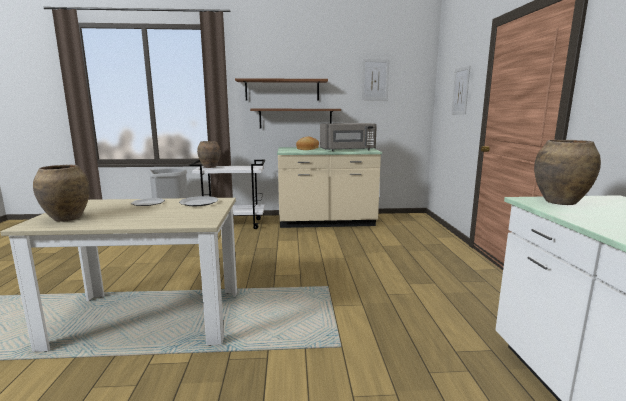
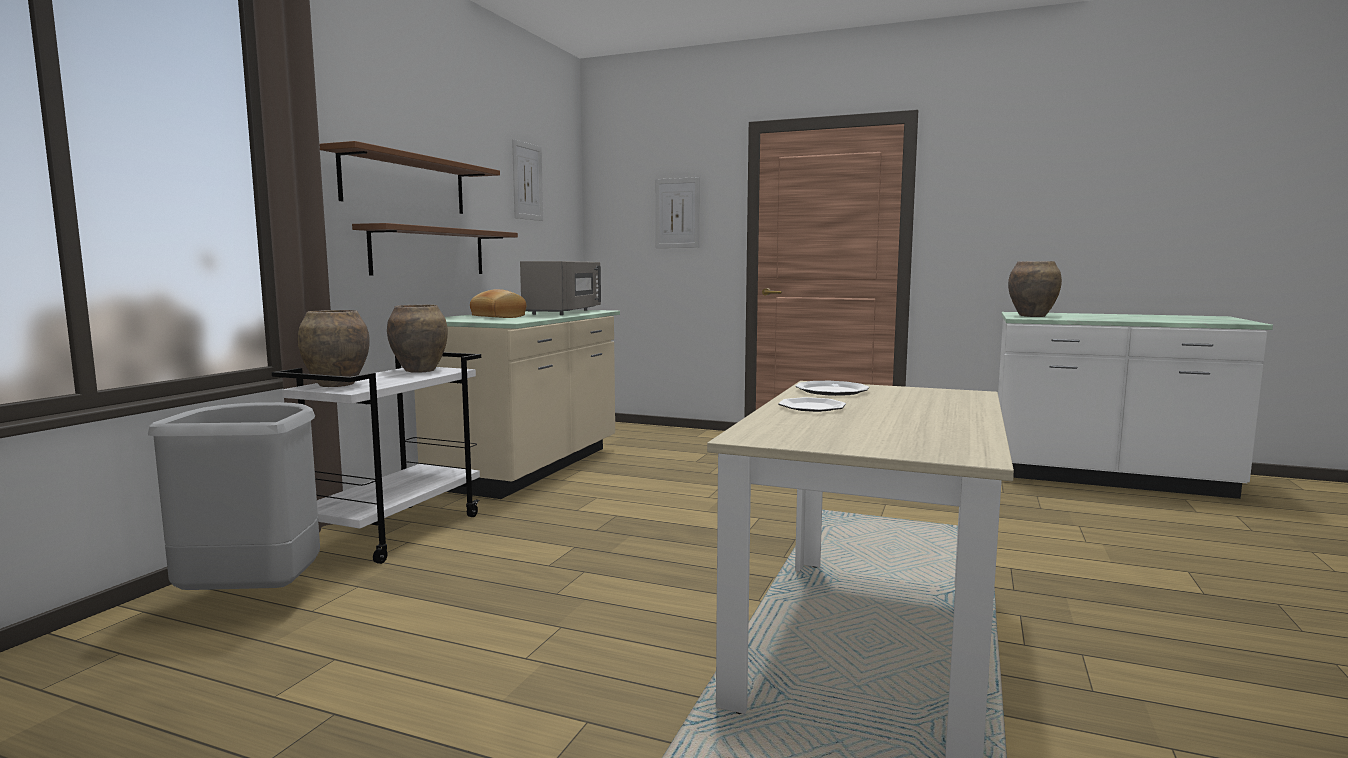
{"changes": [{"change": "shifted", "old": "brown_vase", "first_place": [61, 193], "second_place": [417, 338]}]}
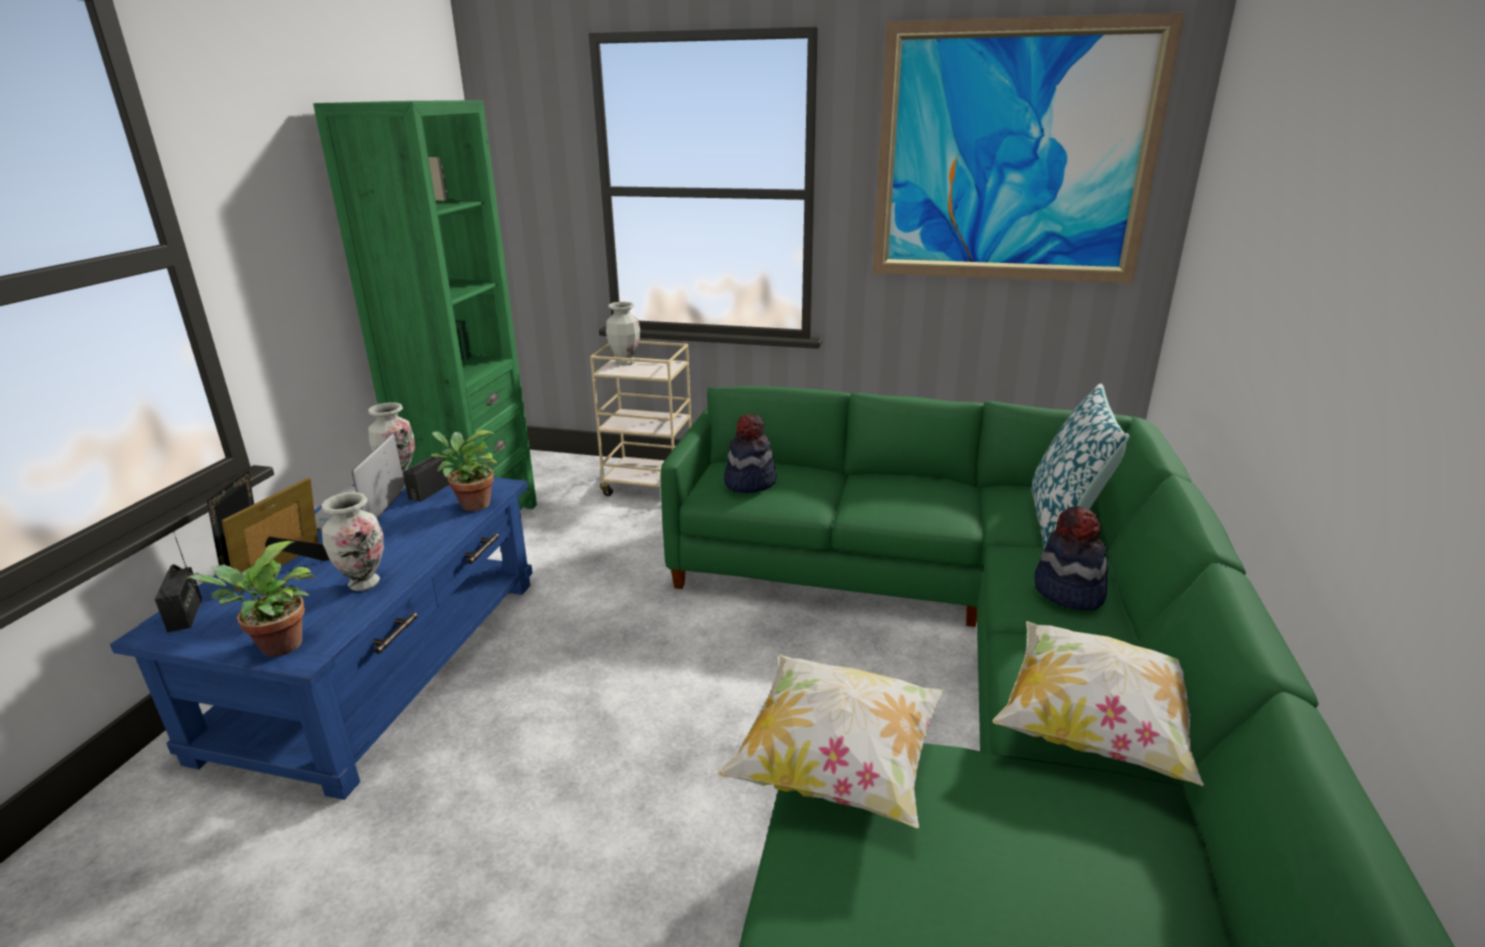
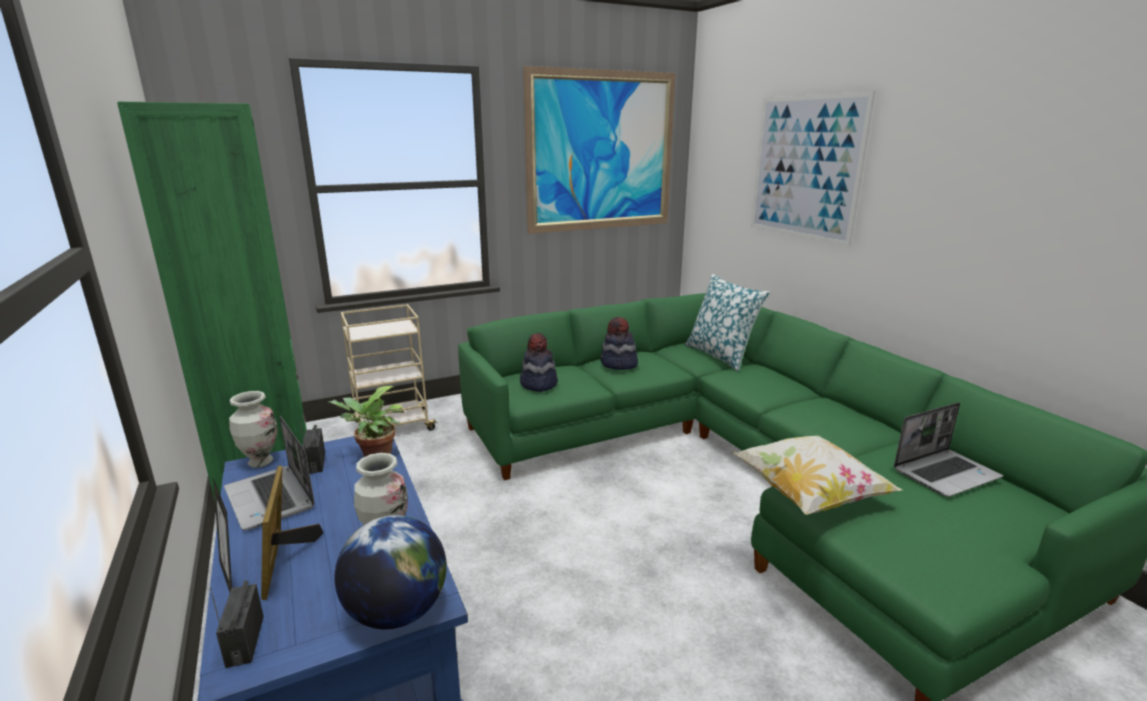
{"changes": [{"change": "gone", "old": "vase", "first_place": [623, 333]}, {"change": "gone", "old": "pillow", "first_place": [1098, 703]}, {"change": "new", "new": "picture", "second_place": [813, 169]}, {"change": "new", "new": "laptop", "second_place": [948, 449]}, {"change": "shifted", "old": "hat", "first_place": [1071, 558], "second_place": [619, 343]}, {"change": "swapped", "old": "potted_plant", "new": "globe", "first_place": [250, 599], "second_place": [391, 572]}, {"change": "rotated", "old": "radio", "first_place": [178, 581], "second_place": [237, 624], "degrees": -135}]}
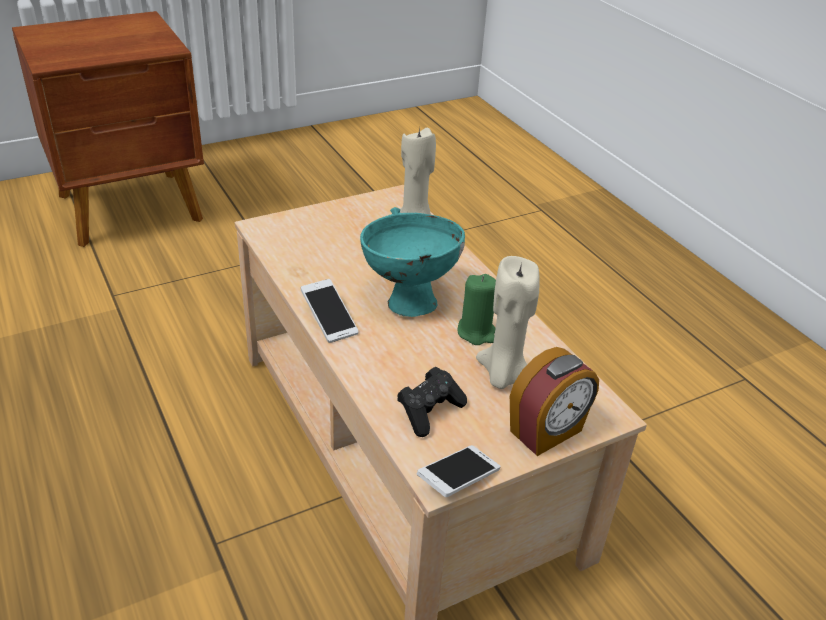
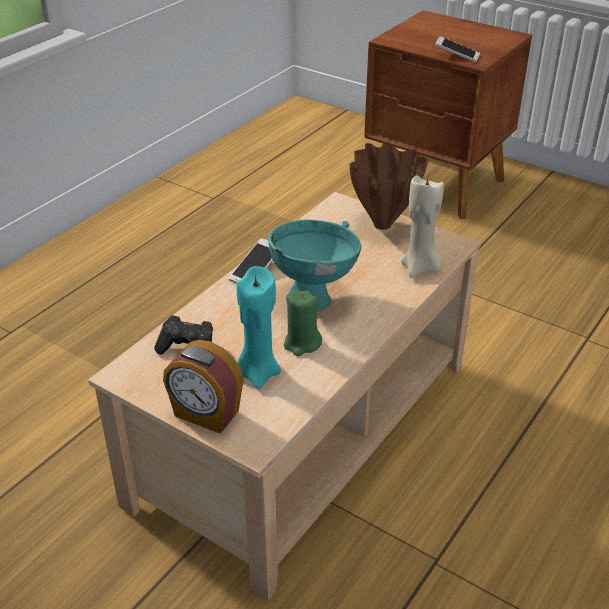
{"changes": [{"change": "new", "new": "brown_vase", "second_place": [388, 186]}, {"change": "shifted", "old": "phone", "first_place": [459, 471], "second_place": [457, 49]}, {"change": "repainted", "old": "beige_candle", "new": "turquoise_candle", "first_place": [508, 322], "second_place": [258, 327]}]}
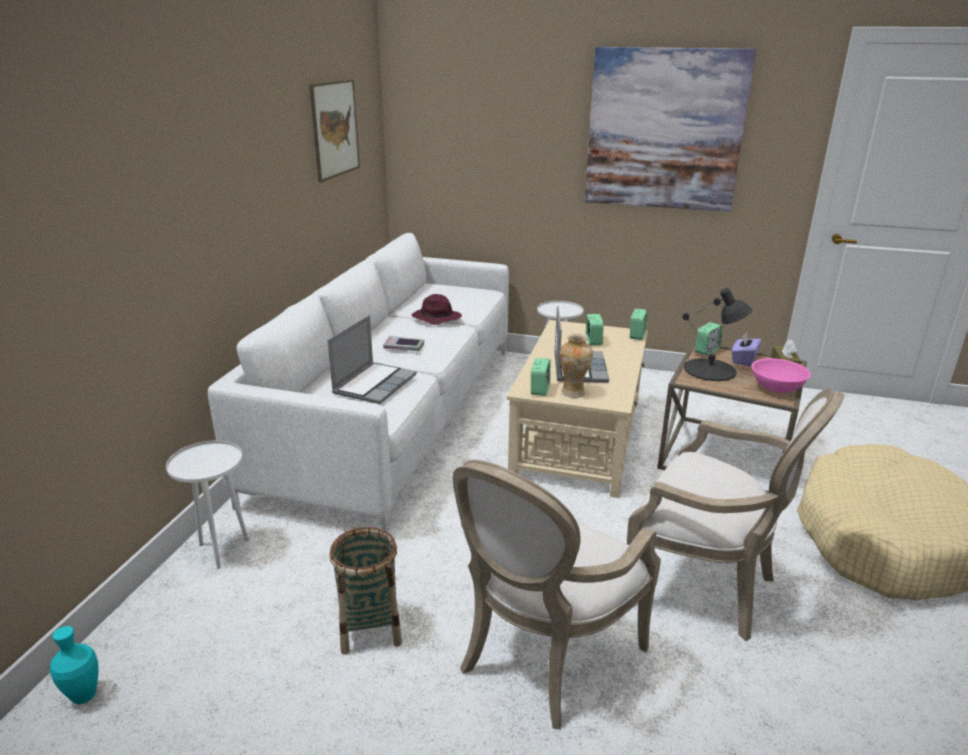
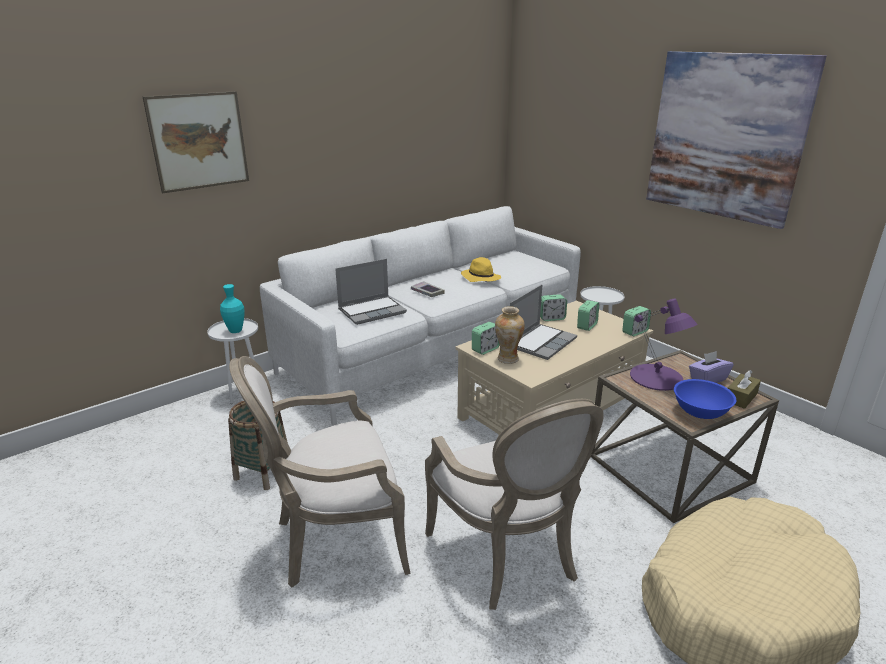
{"changes": [{"change": "shifted", "old": "turquoise_vase", "first_place": [74, 665], "second_place": [232, 308]}, {"change": "shifted", "old": "picture", "first_place": [334, 130], "second_place": [195, 142]}, {"change": "shifted", "old": "alarm_clock", "first_place": [709, 339], "second_place": [553, 307]}, {"change": "repainted", "old": "purple_hat", "new": "yellow_hat", "first_place": [437, 309], "second_place": [481, 269]}, {"change": "repainted", "old": "black_table_lamp", "new": "purple_table_lamp", "first_place": [717, 334], "second_place": [664, 344]}, {"change": "repainted", "old": "pink_bowl", "new": "blue_bowl", "first_place": [781, 375], "second_place": [705, 399]}]}
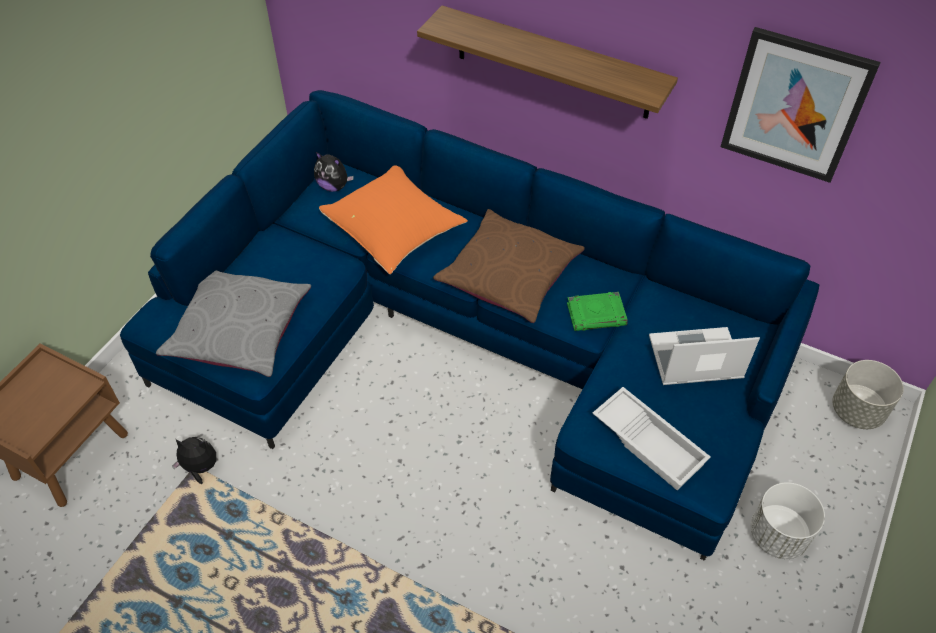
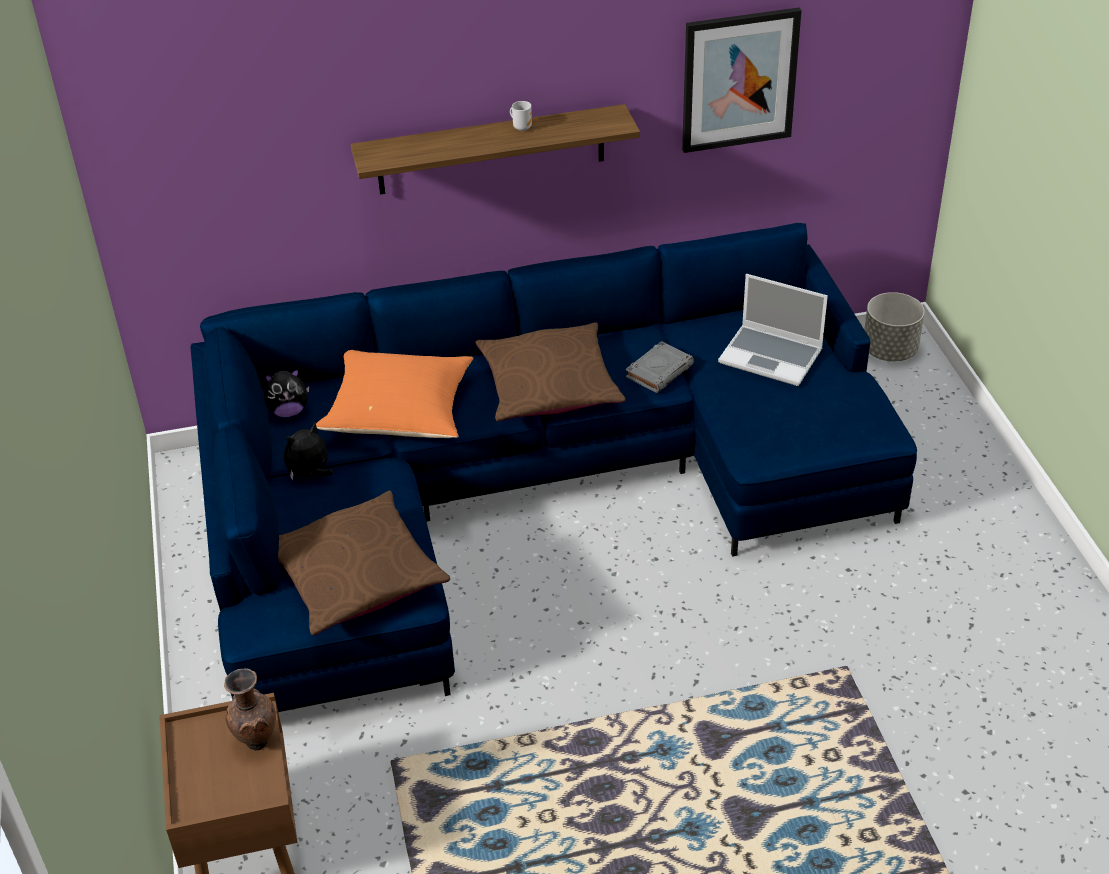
{"changes": [{"change": "gone", "old": "white_tray", "first_place": [651, 438]}, {"change": "gone", "old": "white_planter", "first_place": [788, 520]}, {"change": "new", "new": "brown_vase", "second_place": [250, 710]}, {"change": "new", "new": "mug", "second_place": [521, 116]}, {"change": "shifted", "old": "plush_toy", "first_place": [194, 460], "second_place": [308, 451]}, {"change": "repainted", "old": "grey_pillow", "new": "brown_pillow", "first_place": [233, 323], "second_place": [364, 563]}, {"change": "repainted", "old": "green_book", "new": "grey_book", "first_place": [597, 311], "second_place": [660, 367]}, {"change": "rotated", "old": "laptop", "first_place": [704, 356], "second_place": [773, 330], "degrees": -105}]}
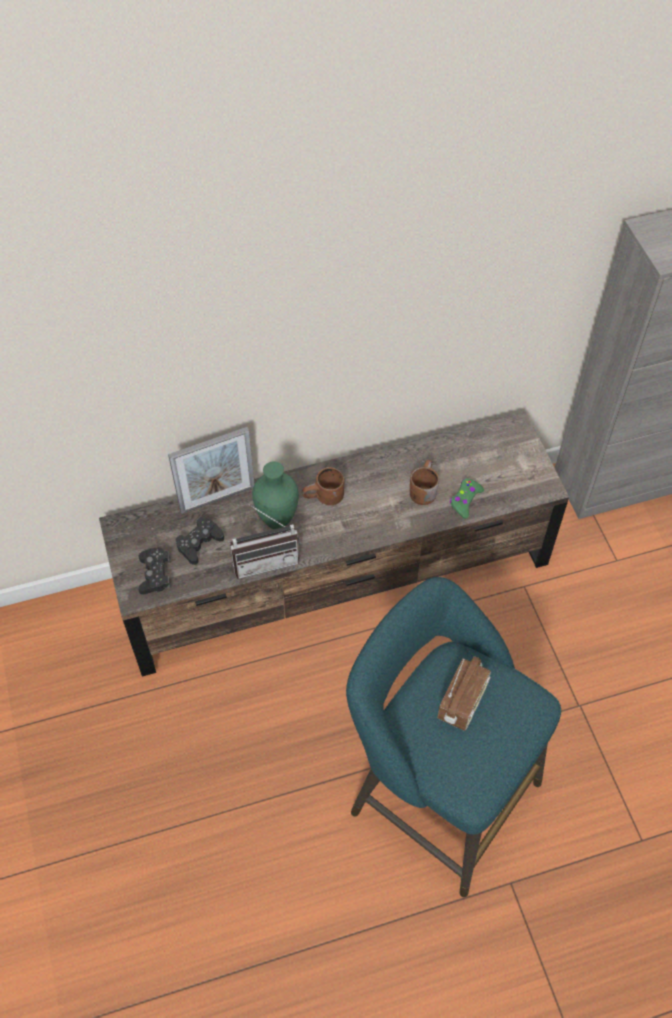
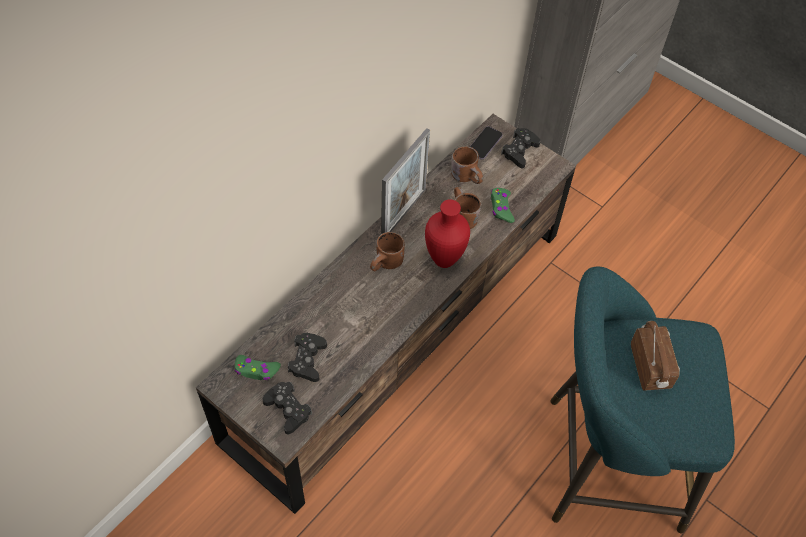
{"changes": [{"change": "gone", "old": "radio", "first_place": [265, 541]}, {"change": "gone", "old": "green_vase", "first_place": [275, 495]}, {"change": "new", "new": "green_game_controller", "second_place": [258, 368]}, {"change": "new", "new": "red_vase", "second_place": [447, 233]}, {"change": "new", "new": "brown_mug", "second_place": [467, 165]}, {"change": "new", "new": "phone", "second_place": [486, 143]}, {"change": "new", "new": "black_game_controller", "second_place": [520, 148]}, {"change": "shifted", "old": "picture_frame", "first_place": [211, 470], "second_place": [405, 181]}]}
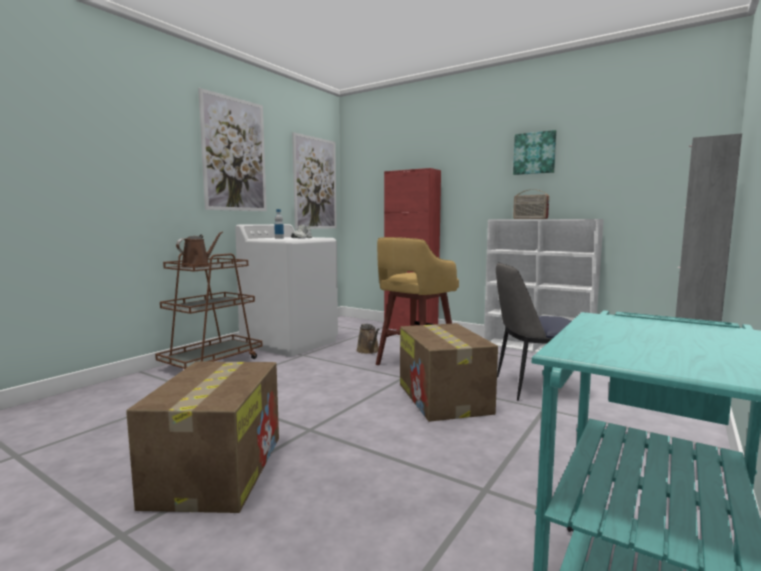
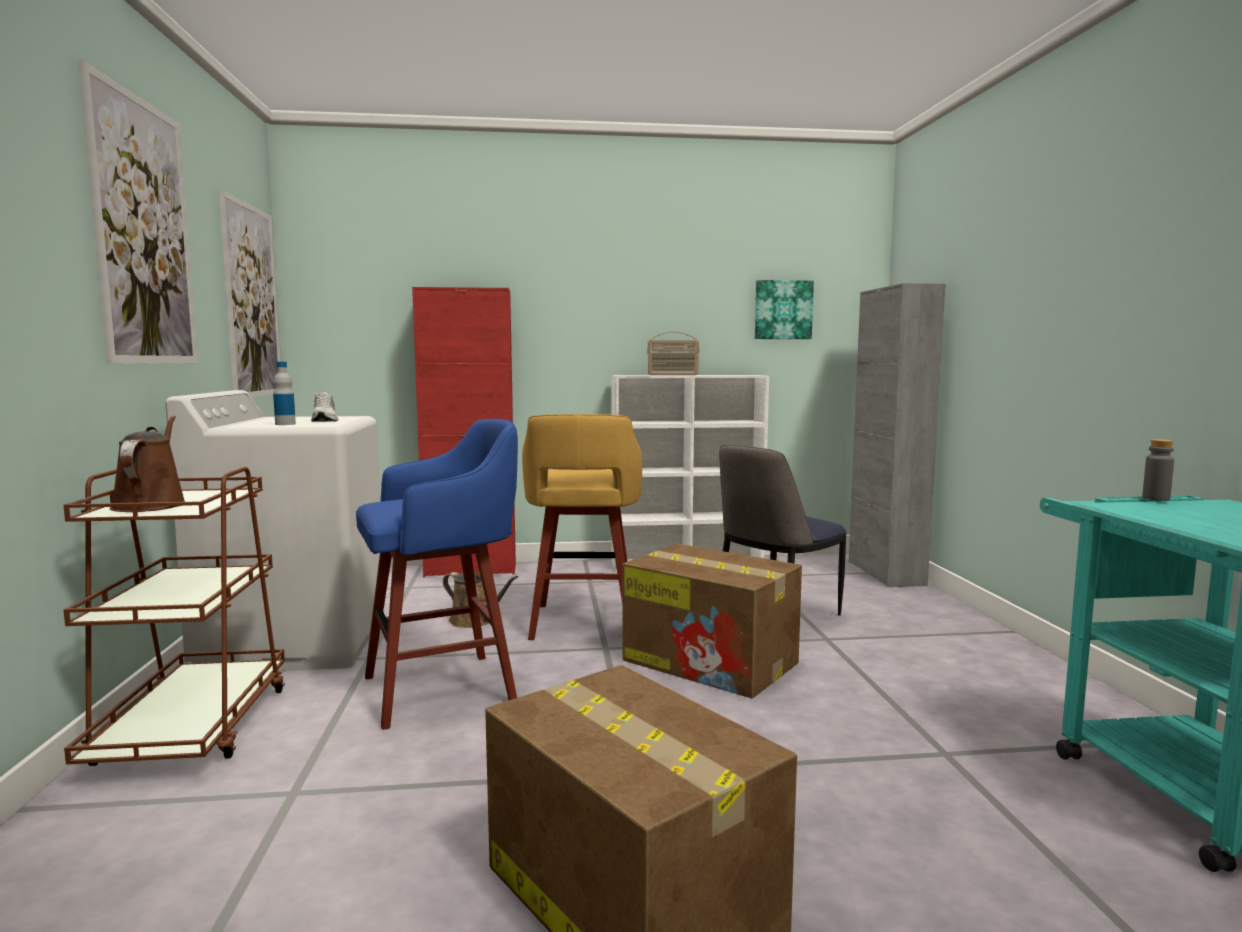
{"changes": [{"change": "new", "new": "blue_stool", "second_place": [437, 574]}, {"change": "new", "new": "grey_bottle", "second_place": [1158, 470]}, {"change": "shifted", "old": "picture", "first_place": [535, 152], "second_place": [784, 309]}]}
